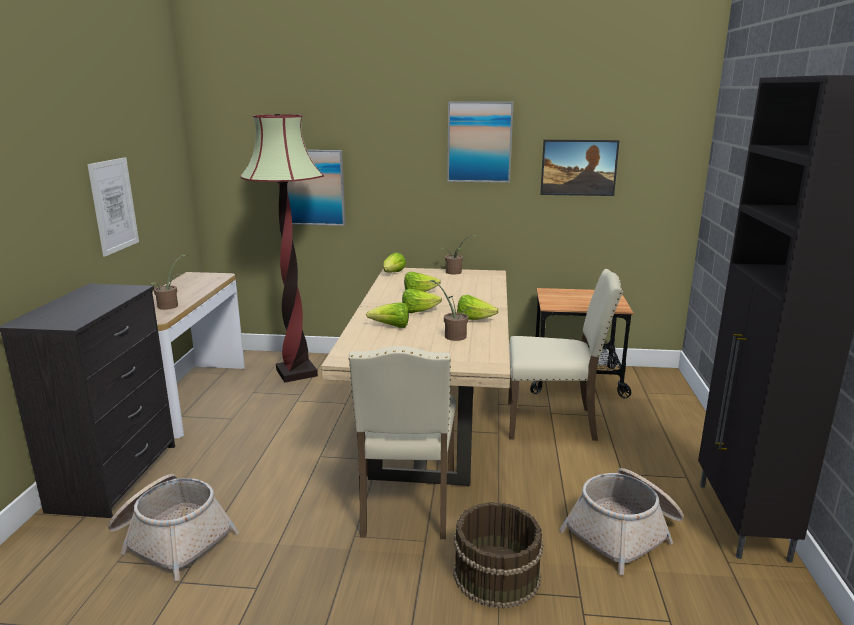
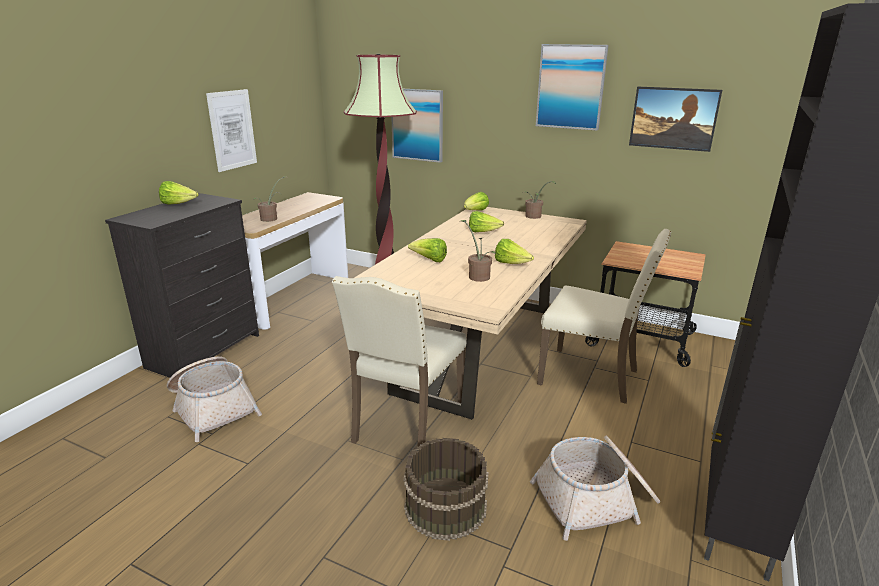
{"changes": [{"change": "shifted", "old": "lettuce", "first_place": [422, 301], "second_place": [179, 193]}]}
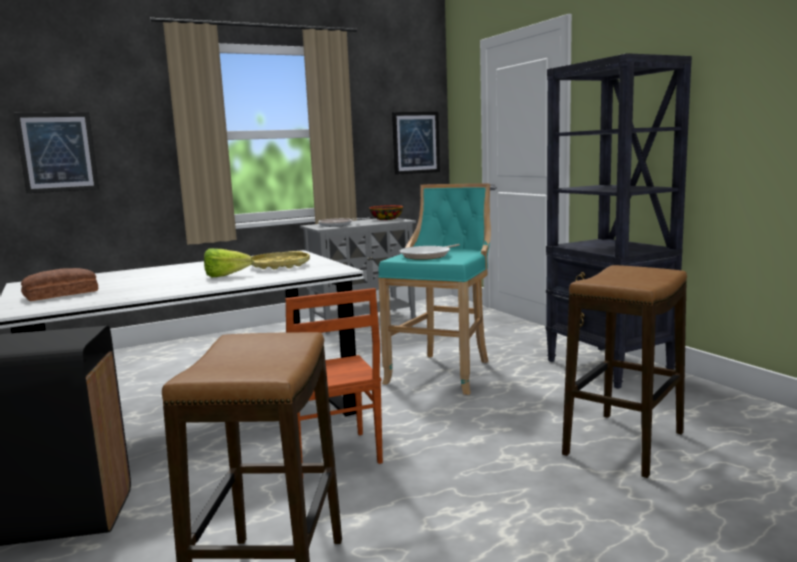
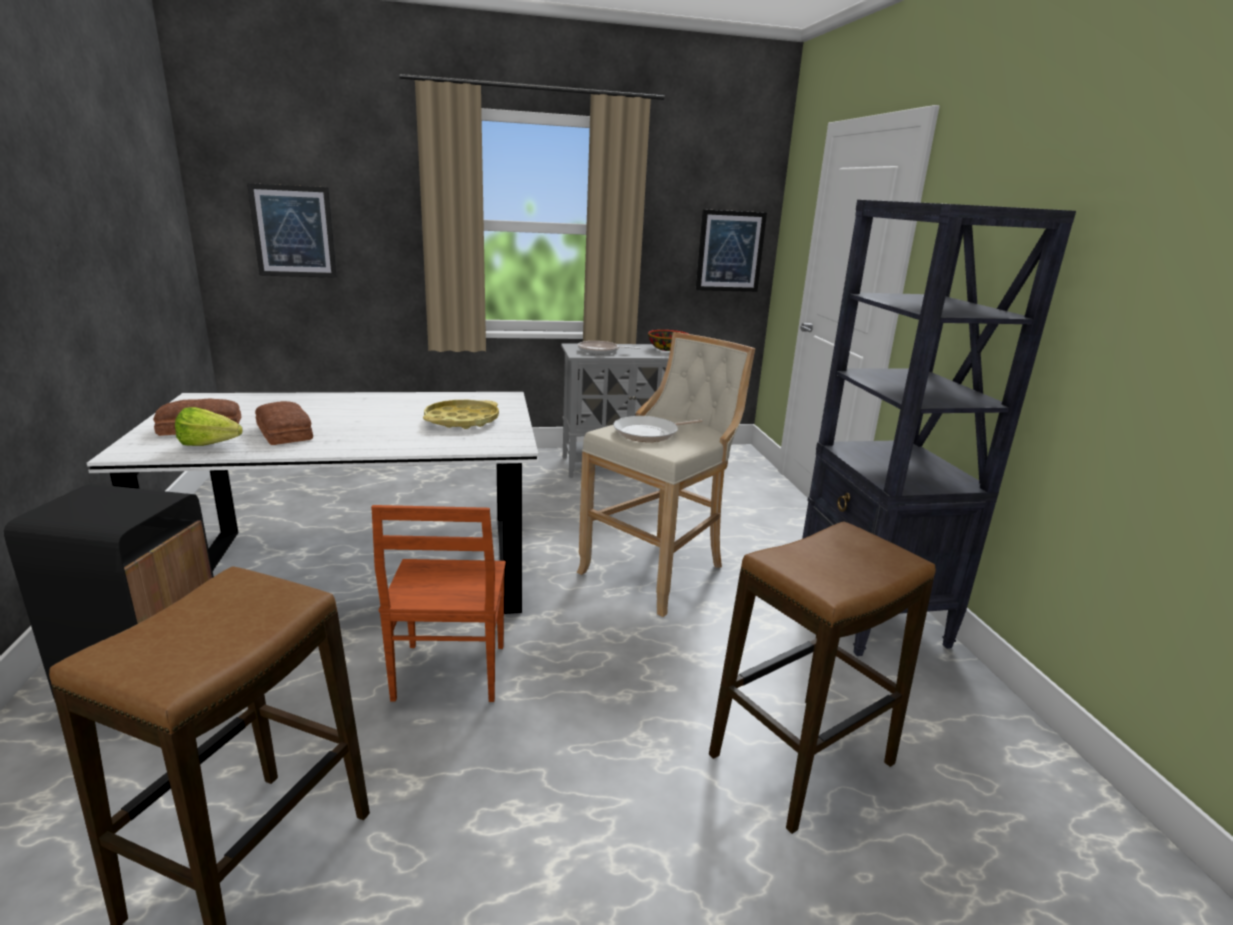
{"changes": [{"change": "new", "new": "bread", "second_place": [284, 423]}, {"change": "shifted", "old": "lettuce", "first_place": [228, 262], "second_place": [209, 426]}, {"change": "repainted", "old": "turquoise_stool", "new": "beige_stool", "first_place": [434, 289], "second_place": [665, 474]}]}
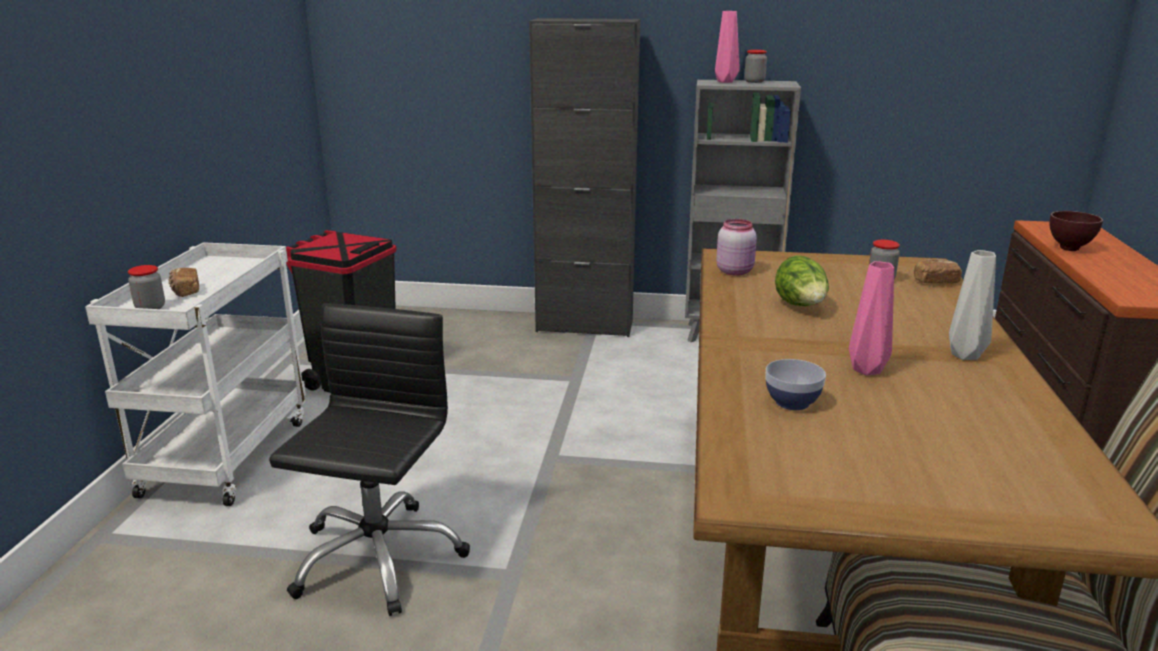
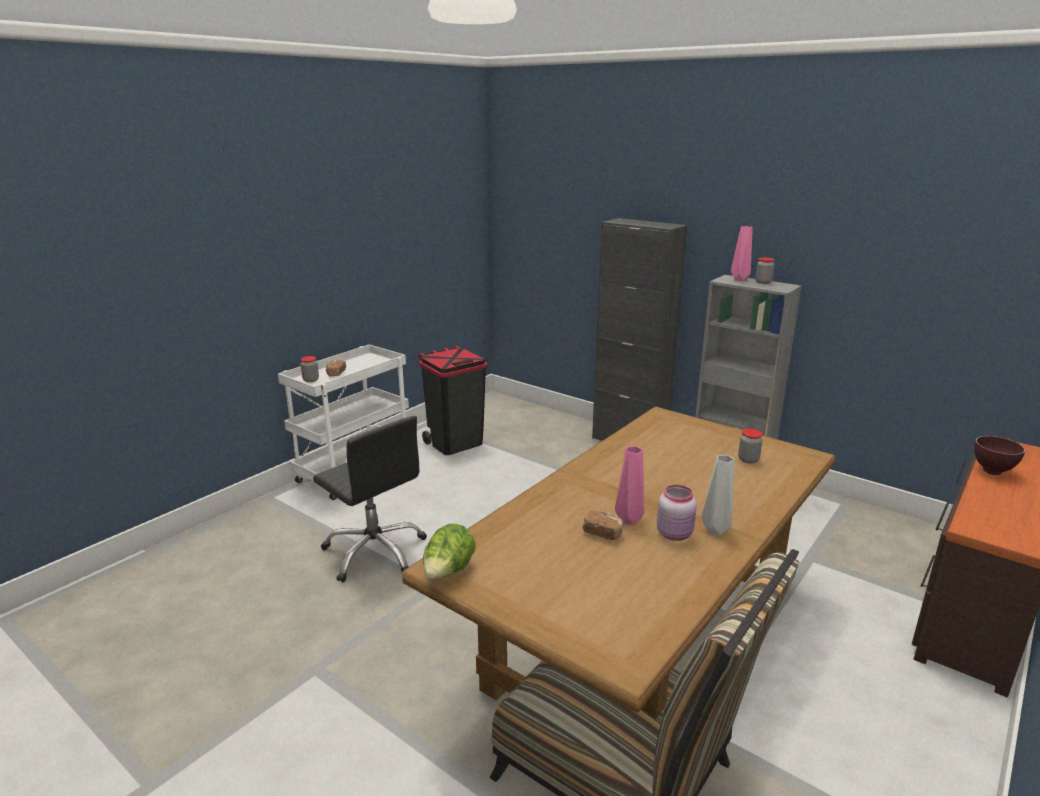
{"changes": [{"change": "gone", "old": "bowl", "first_place": [795, 384]}, {"change": "shifted", "old": "pink_jar", "first_place": [736, 247], "second_place": [677, 513]}, {"change": "shifted", "old": "lettuce", "first_place": [802, 280], "second_place": [449, 551]}, {"change": "shifted", "old": "bread", "first_place": [938, 271], "second_place": [603, 525]}, {"change": "rotated", "old": "black_office_chair", "first_place": [369, 459], "second_place": [370, 499], "degrees": 90}]}
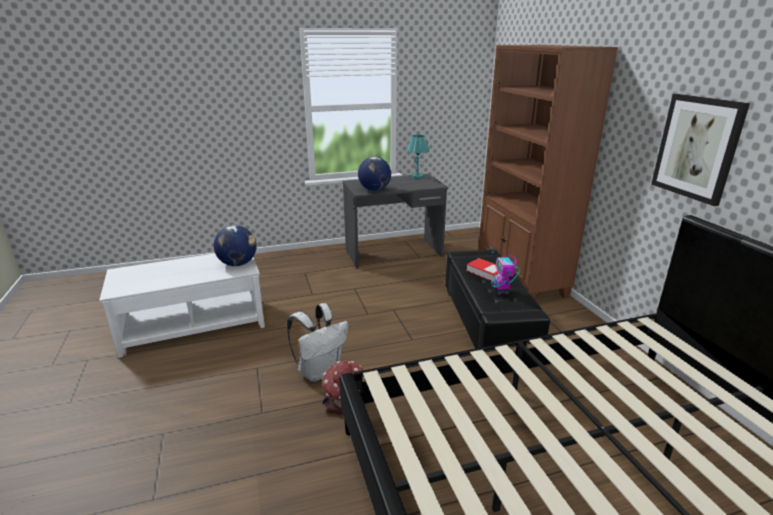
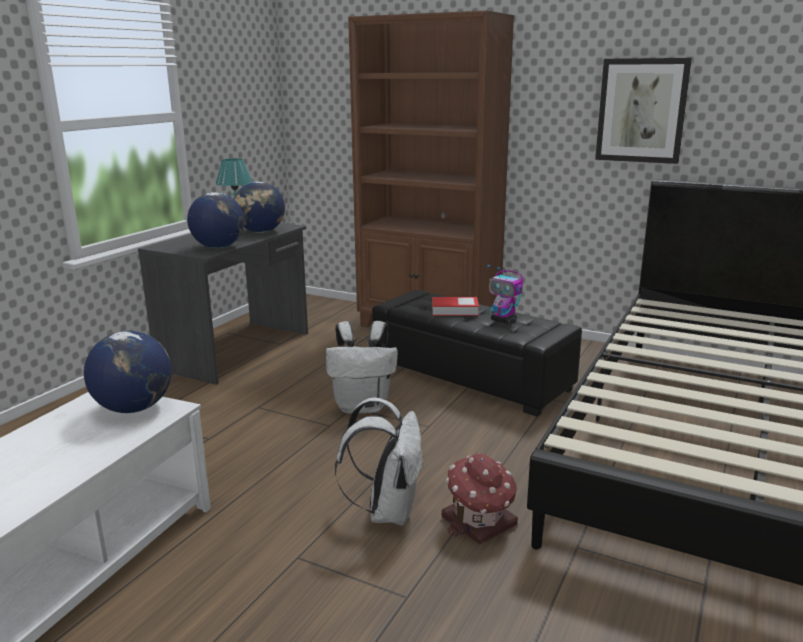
{"changes": [{"change": "new", "new": "globe", "second_place": [259, 207]}, {"change": "new", "new": "white_backpack", "second_place": [362, 367]}]}
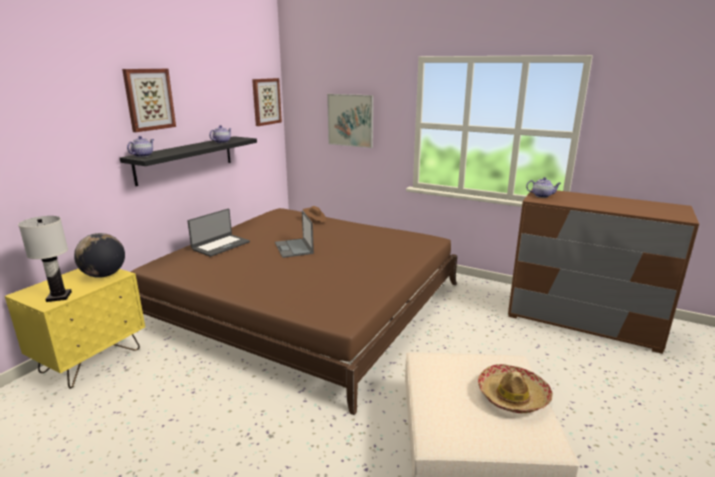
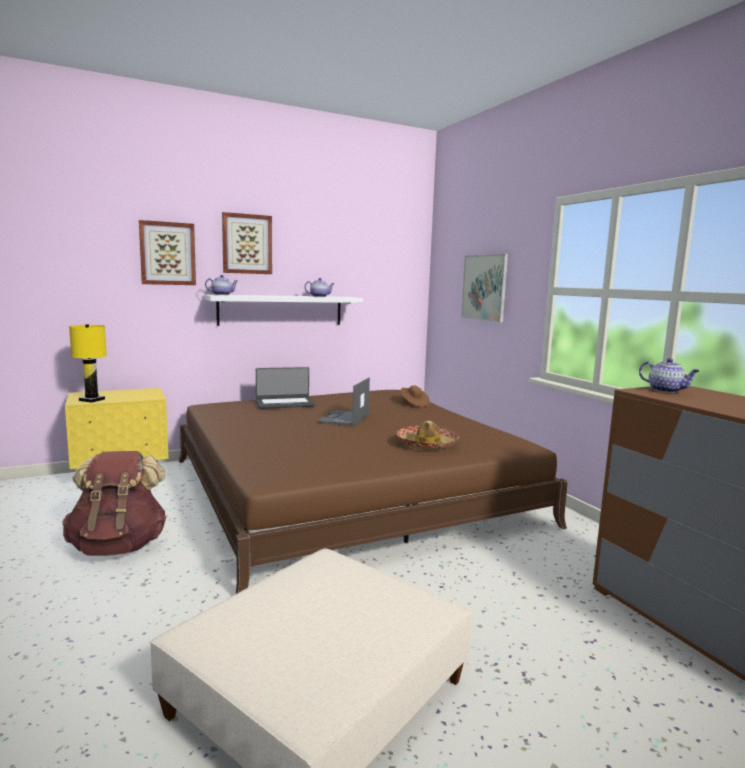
{"changes": [{"change": "gone", "old": "globe", "first_place": [99, 255]}, {"change": "new", "new": "brown_backpack", "second_place": [114, 503]}, {"change": "shifted", "old": "picture", "first_place": [267, 102], "second_place": [167, 252]}, {"change": "shifted", "old": "hat", "first_place": [515, 388], "second_place": [428, 435]}, {"change": "repainted", "old": "white_table_lamp", "new": "yellow_table_lamp", "first_place": [45, 259], "second_place": [88, 363]}, {"change": "repainted", "old": "black_shelf", "new": "white_shelf", "first_place": [188, 161], "second_place": [283, 310]}]}
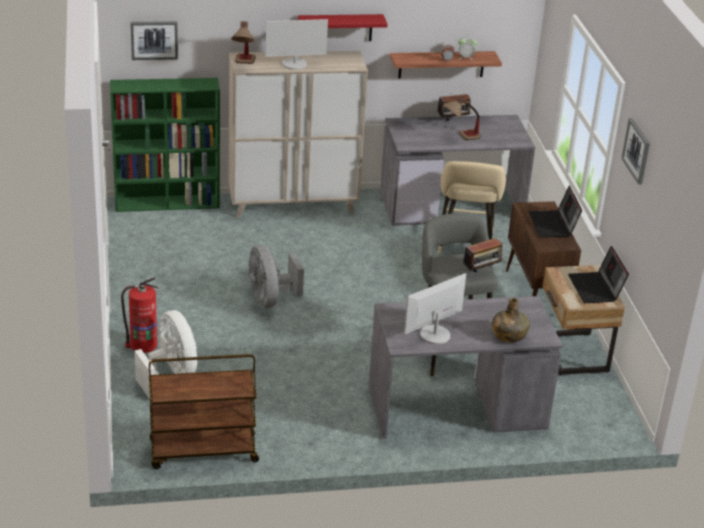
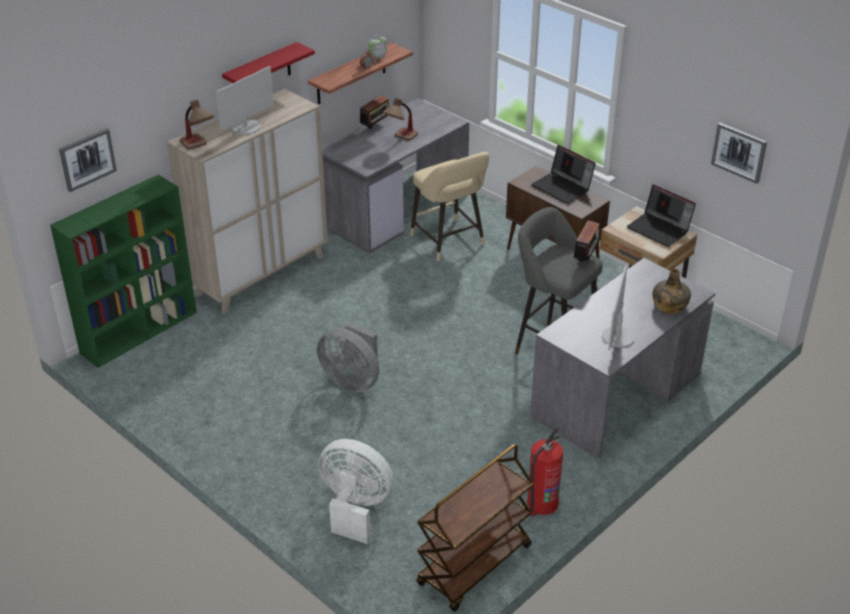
{"changes": [{"change": "shifted", "old": "fire_extinguisher", "first_place": [140, 315], "second_place": [545, 471]}, {"change": "shifted", "old": "picture", "first_place": [635, 151], "second_place": [739, 153]}]}
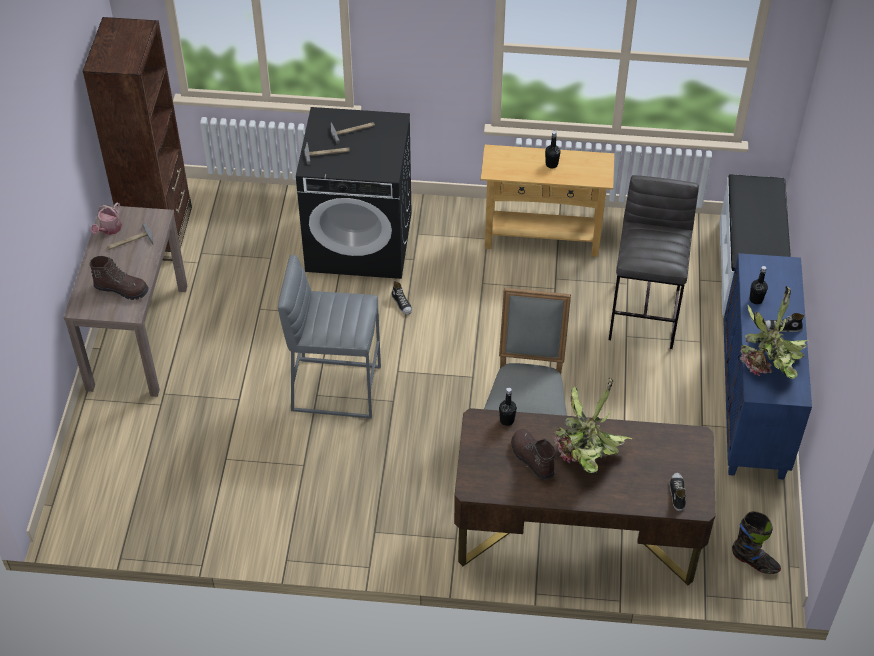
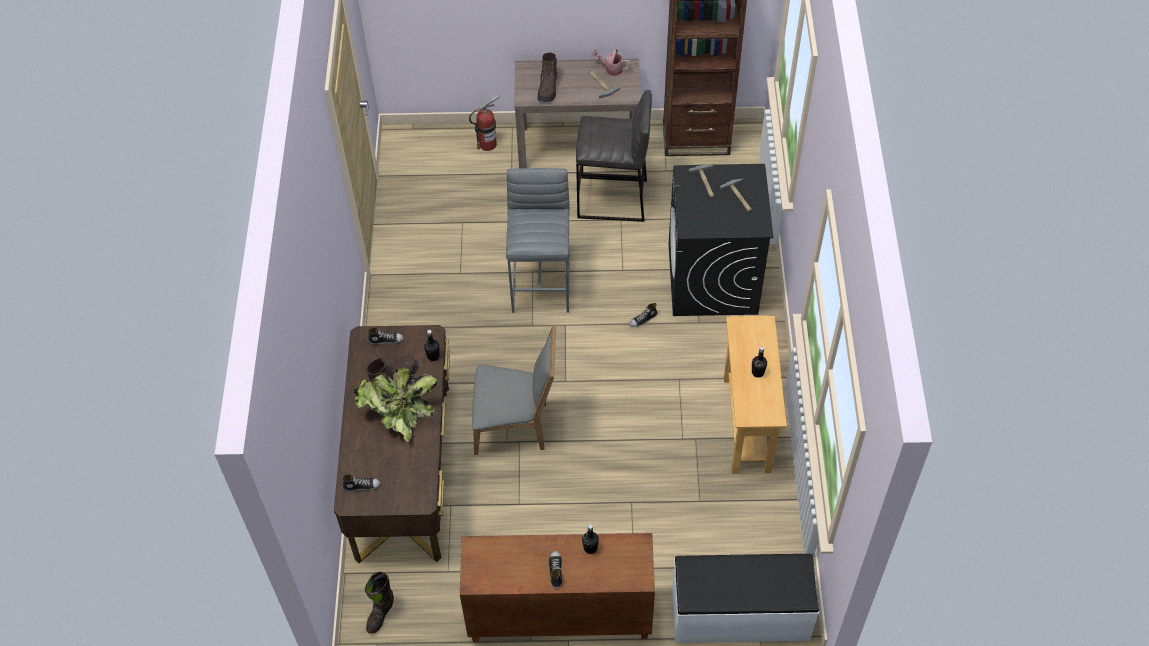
{"changes": [{"change": "gone", "old": "potted_plant", "first_place": [774, 332]}, {"change": "new", "new": "shoe", "second_place": [385, 336]}, {"change": "new", "new": "fire_extinguisher", "second_place": [484, 123]}, {"change": "shifted", "old": "grey_stool", "first_place": [654, 262], "second_place": [614, 156]}, {"change": "repainted", "old": "blue_cabinet", "new": "brown_cabinet", "first_place": [767, 366], "second_place": [557, 587]}]}
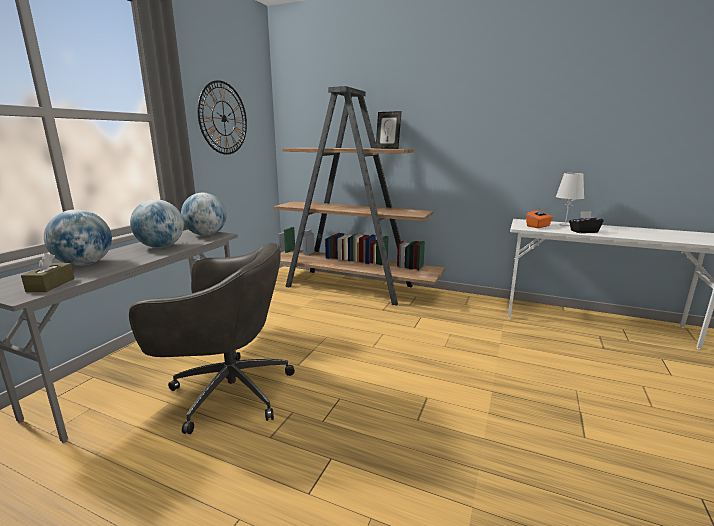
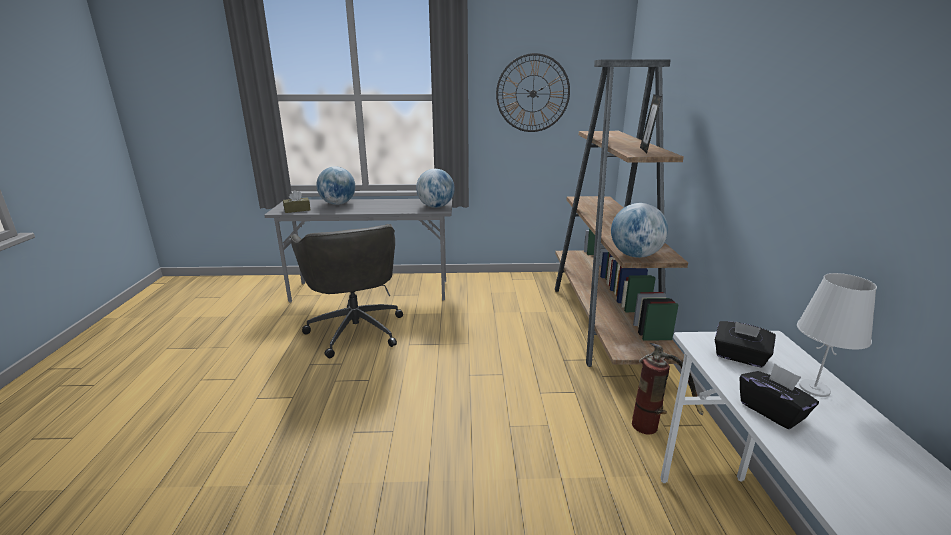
{"changes": [{"change": "new", "new": "fire_extinguisher", "second_place": [667, 388]}, {"change": "shifted", "old": "globe", "first_place": [157, 223], "second_place": [639, 230]}, {"change": "repainted", "old": "orange_tissue_box", "new": "black_tissue_box", "first_place": [539, 218], "second_place": [745, 344]}]}
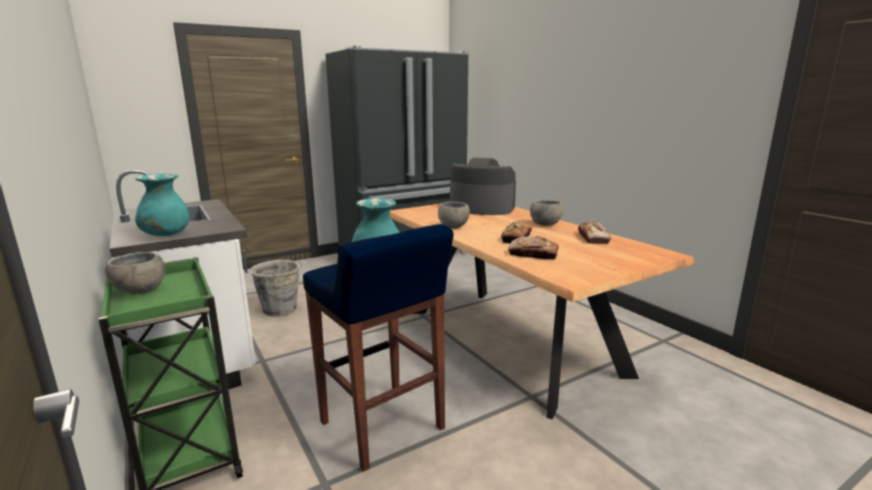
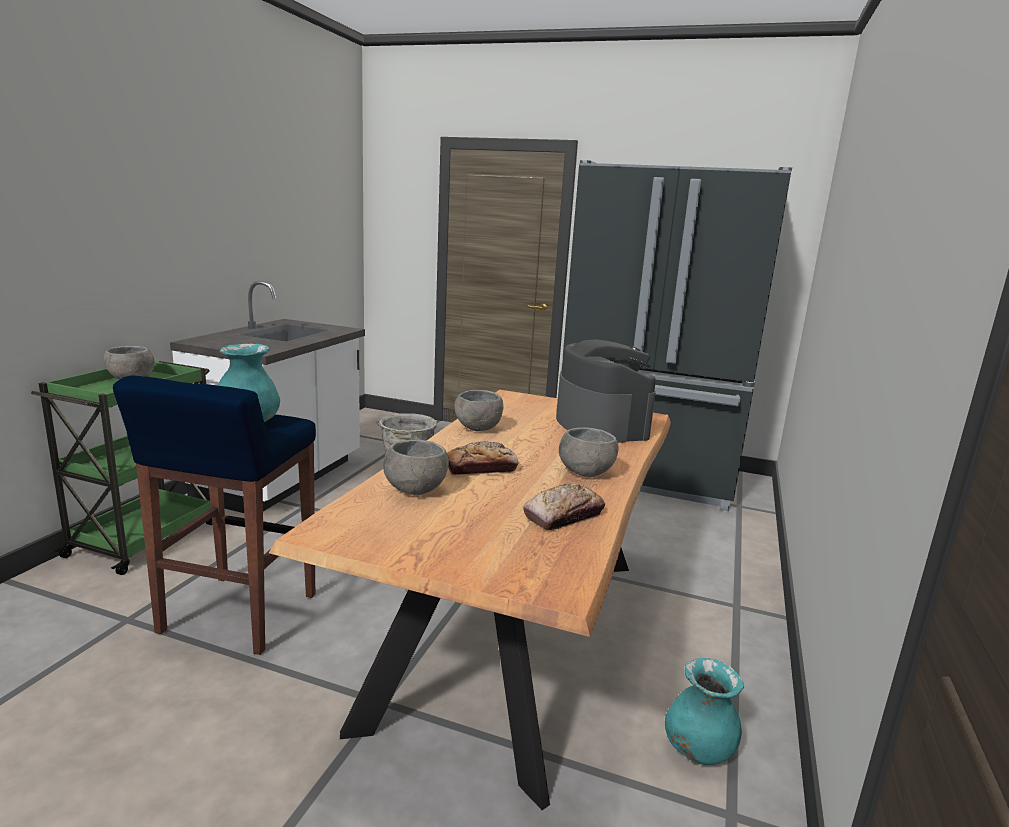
{"changes": [{"change": "shifted", "old": "turquoise_vase", "first_place": [162, 205], "second_place": [704, 711]}, {"change": "swapped", "old": "bread", "new": "grey_bowl", "first_place": [533, 248], "second_place": [416, 467]}]}
